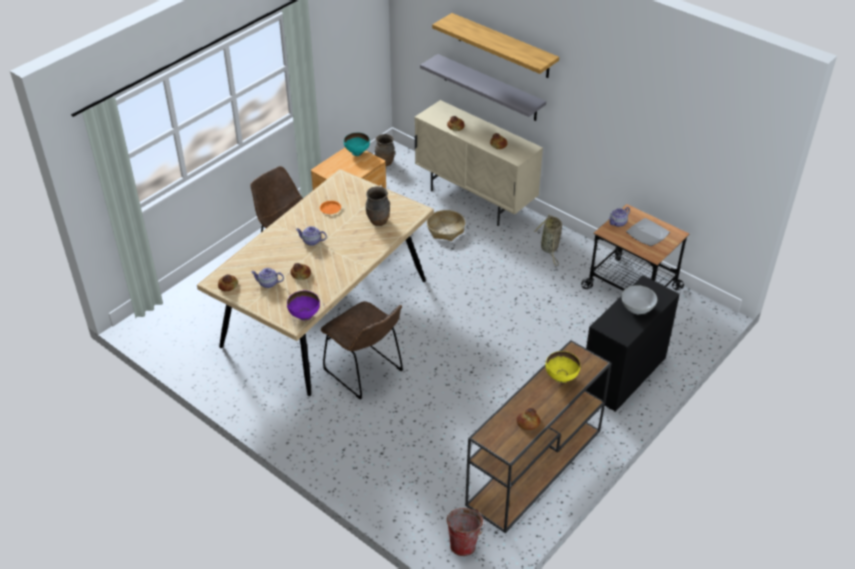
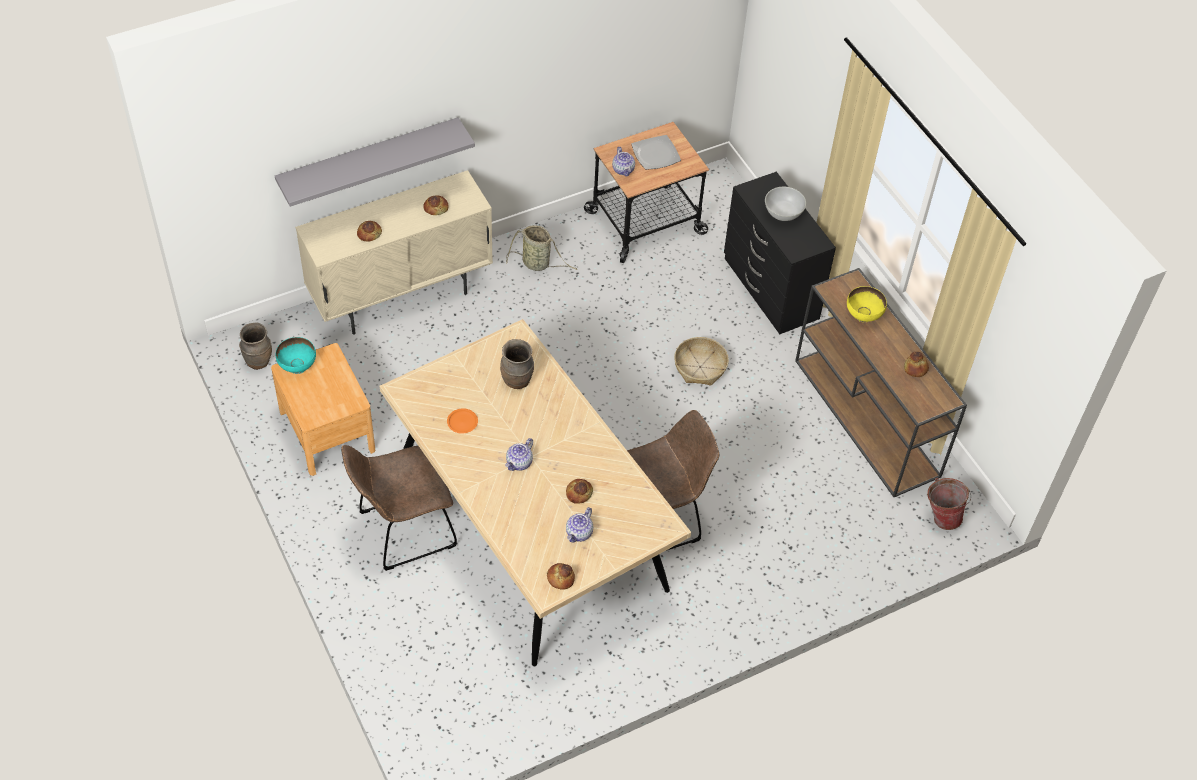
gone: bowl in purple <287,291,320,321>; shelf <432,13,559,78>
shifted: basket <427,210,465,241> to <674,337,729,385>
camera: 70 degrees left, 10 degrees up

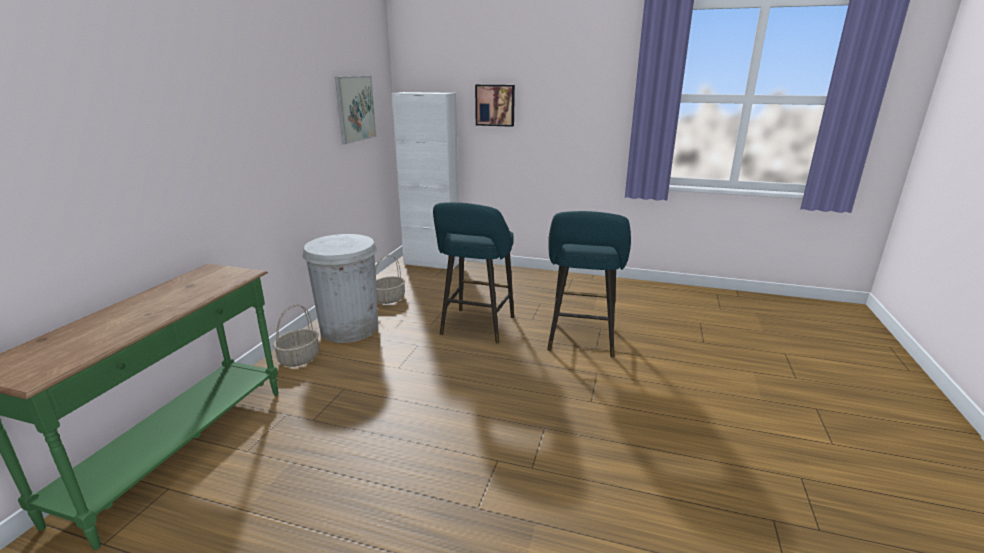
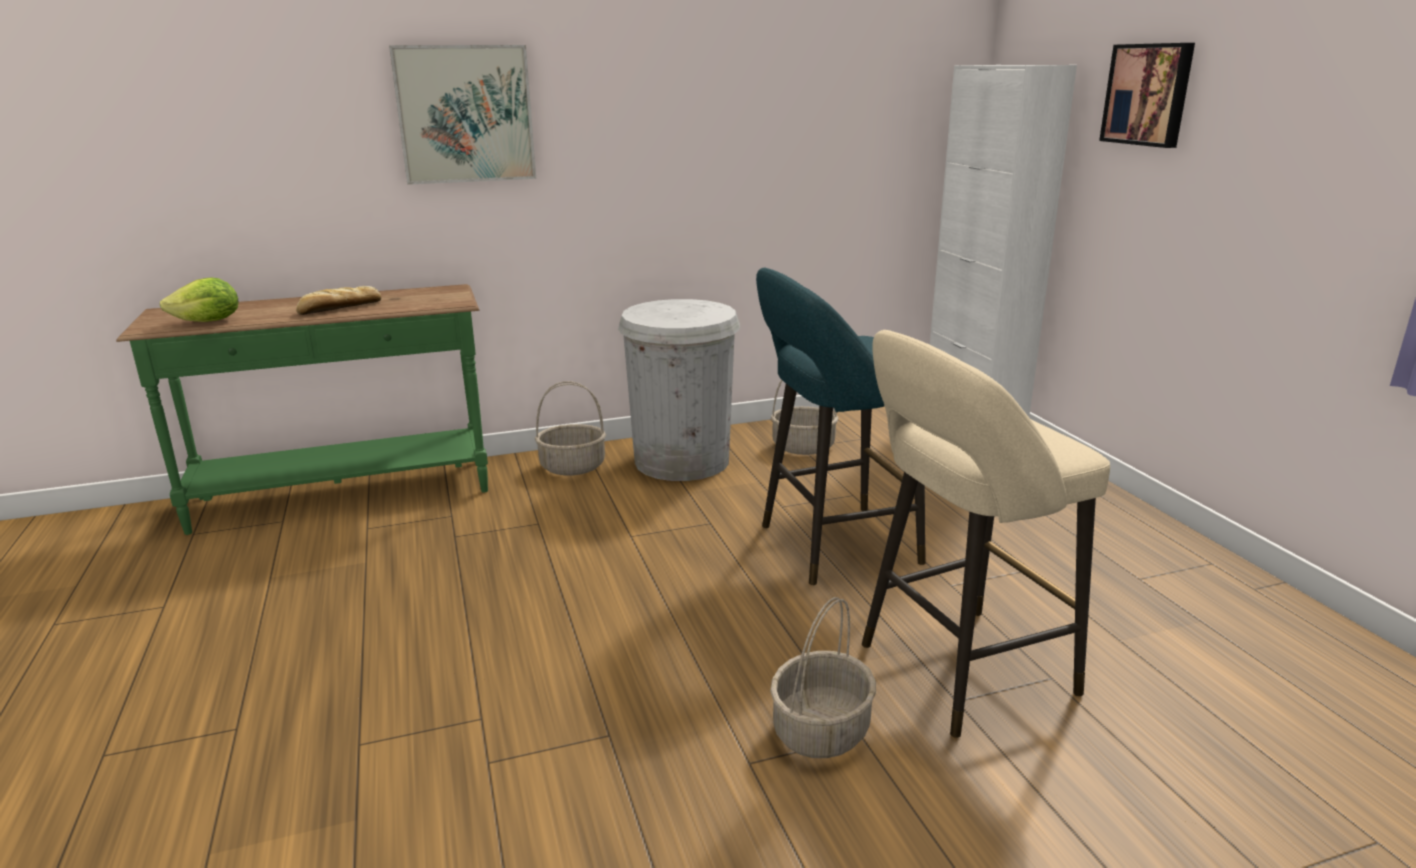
new: lettuce <160,277,238,322>; bread <296,286,381,315>; basket <770,597,876,758>
shifted: picture <335,76,377,144> to <389,45,536,185>
repainted: stool in turquoise <547,211,631,358> to stool in beige <862,330,1110,738>
camera: 55 degrees right, 0 degrees up

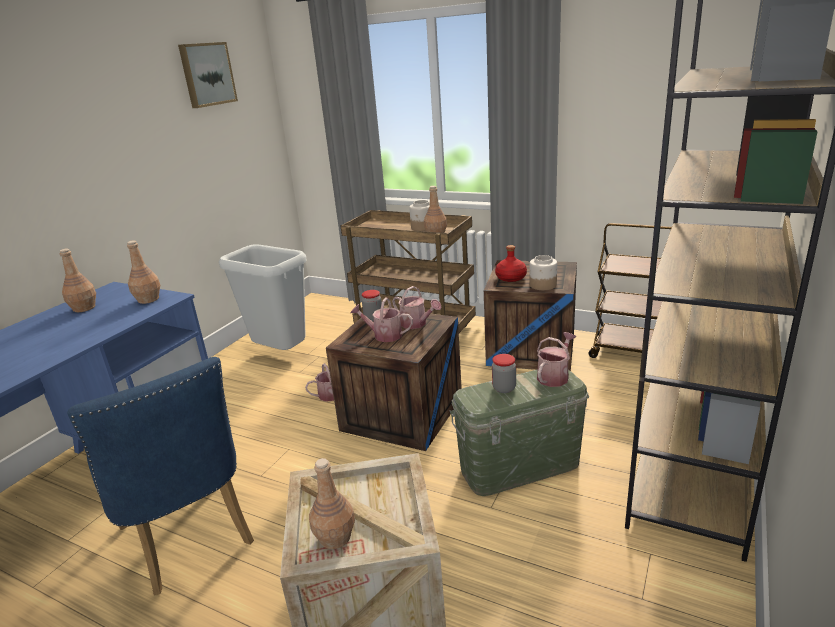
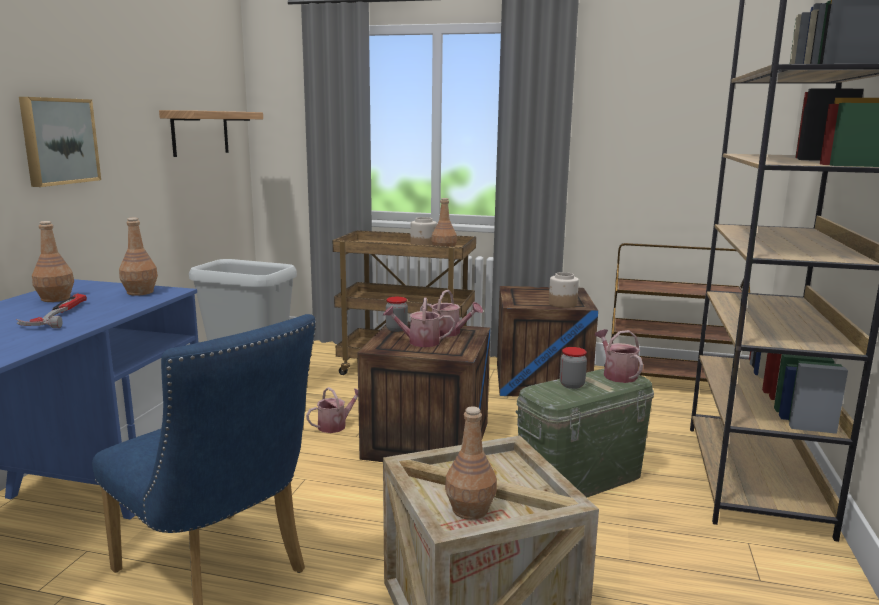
gone: bottle in red <495,245,527,282>
new: hammer <16,293,87,328>; shelf <159,110,263,157>
shifted: picture <178,42,238,108> to <19,97,101,187>
rotated: watering can <537,332,576,387> = <595,329,643,383> 45 degrees counterclockwise
camera: 15 degrees left, 10 degrees down

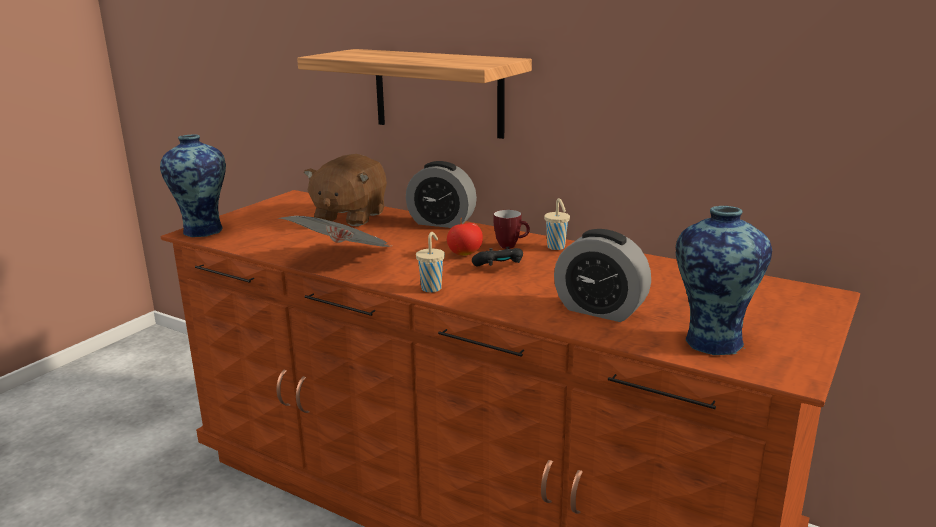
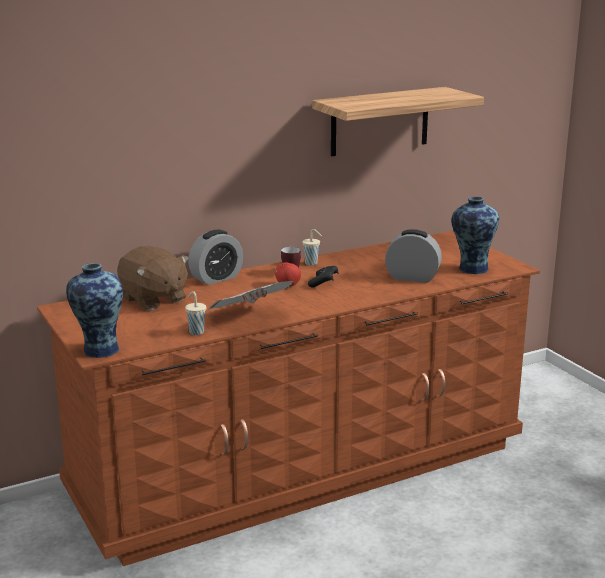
shifted: shelf <297,49,532,139> to <312,87,484,156>; cup in beige <416,232,445,292> to <185,291,206,335>
rotated: alarm clock <554,229,651,322> = <385,229,442,283> 135 degrees counterclockwise
camera: 60 degrees left, 0 degrees up

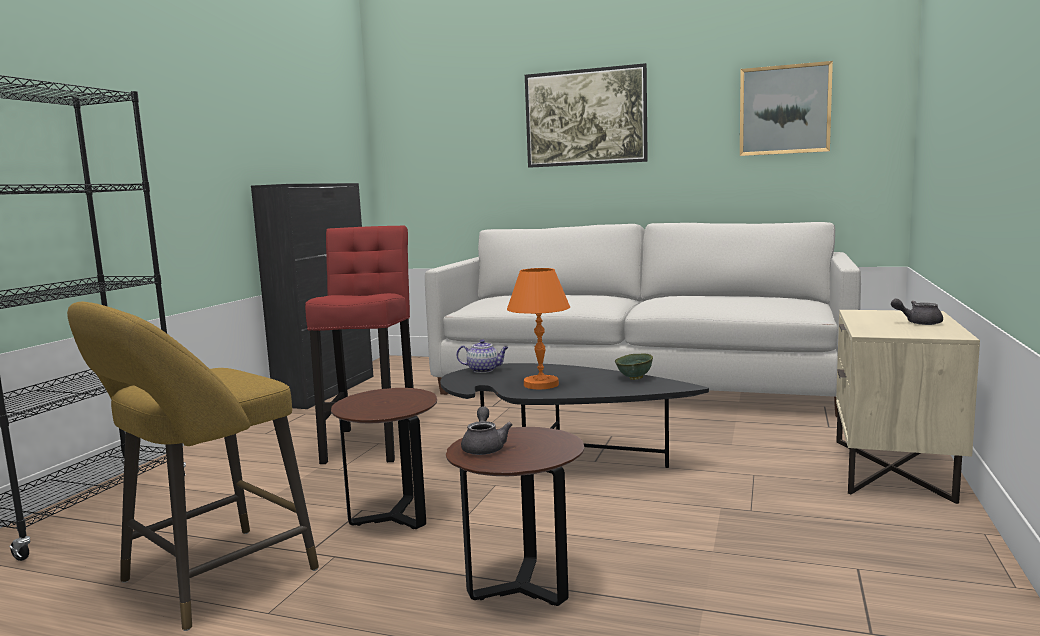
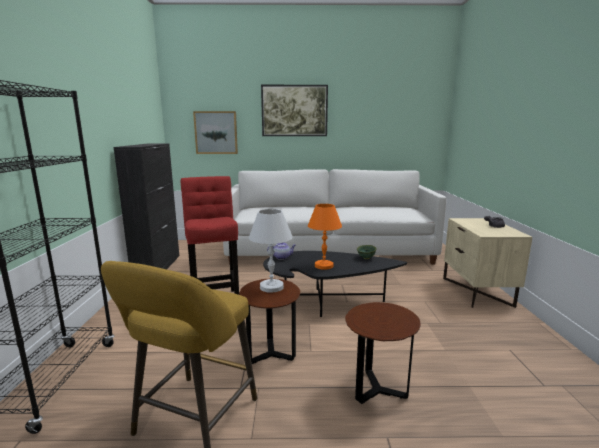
gone: teapot in grey <461,406,513,455>
new: table lamp in white <249,209,293,293>
shifted: picture <740,61,833,156> to <193,111,238,154>
camera: 20 degrees left, 5 degrees up

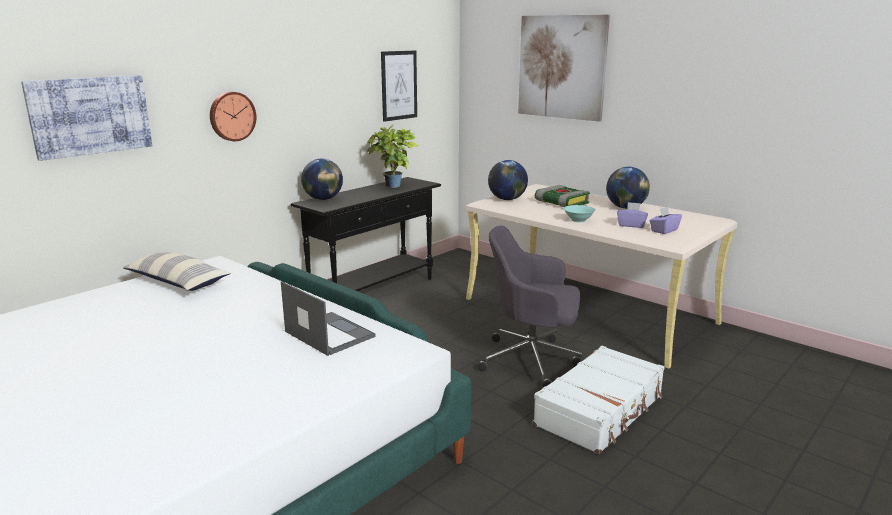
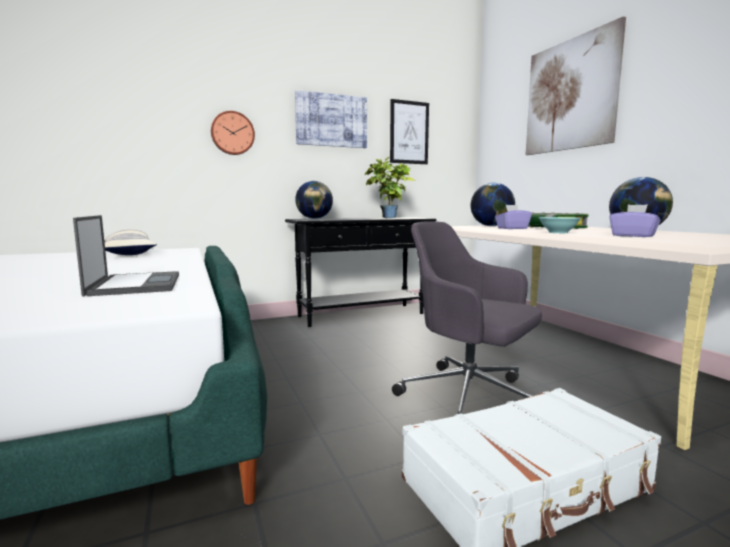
shifted: picture <21,75,152,161> to <295,90,367,148>; tissue box in purple <650,207,682,234> to <495,205,532,229>
camera: 25 degrees right, 10 degrees down

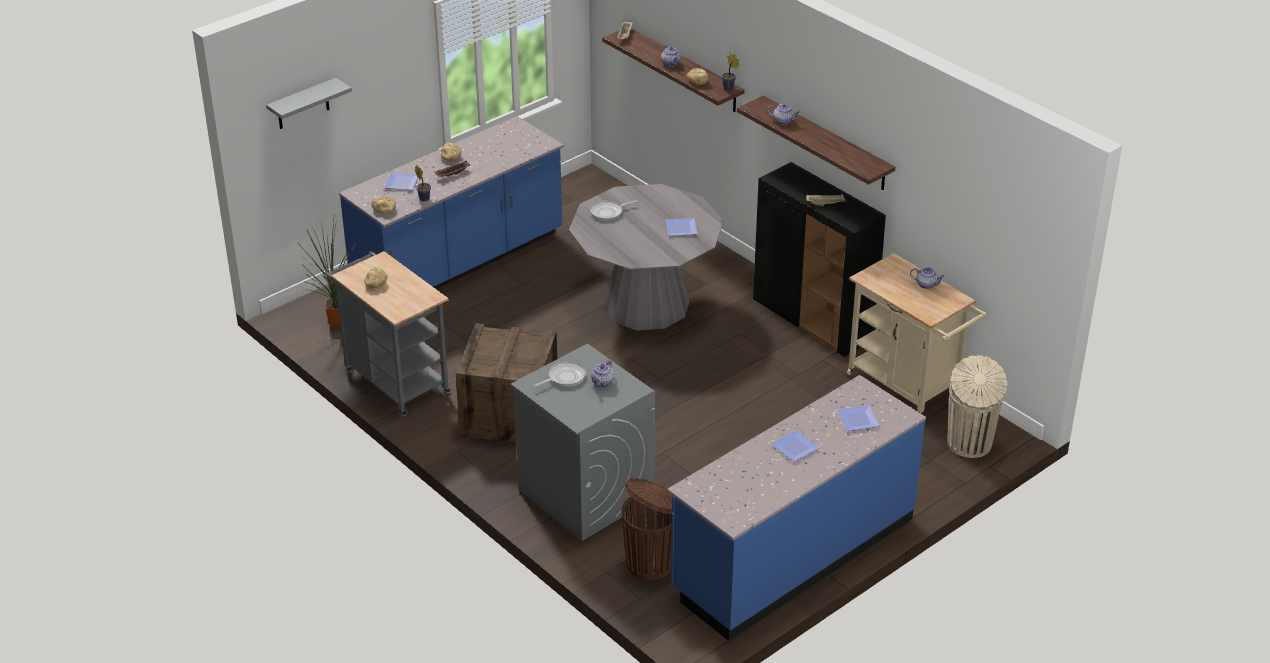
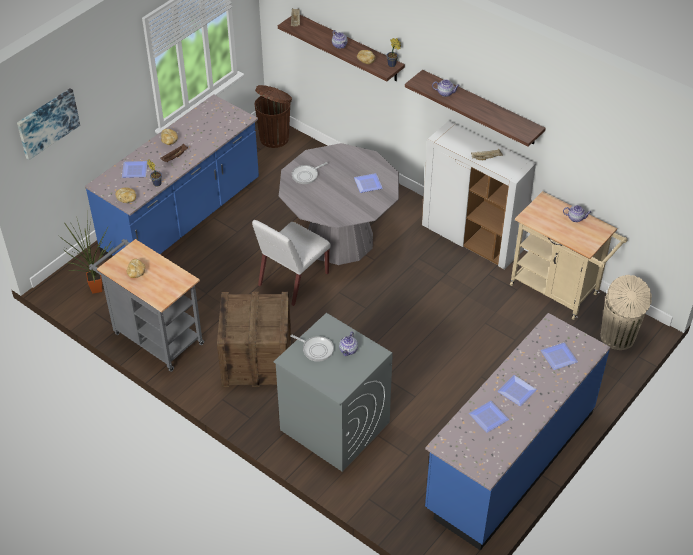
new: chair in white <252,220,331,306>; plate <469,401,509,433>
shifted: trash can in brown <621,478,673,580> to <254,85,292,148>
swapped: shelf in grey <266,78,352,129> to picture <17,88,80,160>
repainted: cabinet in black <753,162,886,357> to cabinet in white <422,121,536,270>
rotated: frying pan <534,361,586,387> = <290,335,334,362> 75 degrees clockwise
camera: 10 degrees left, 10 degrees up

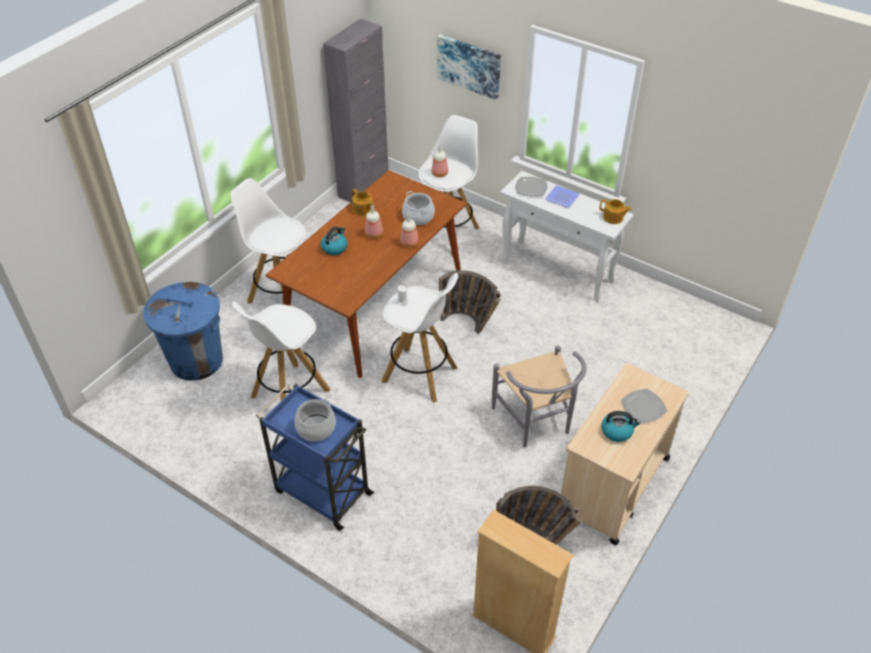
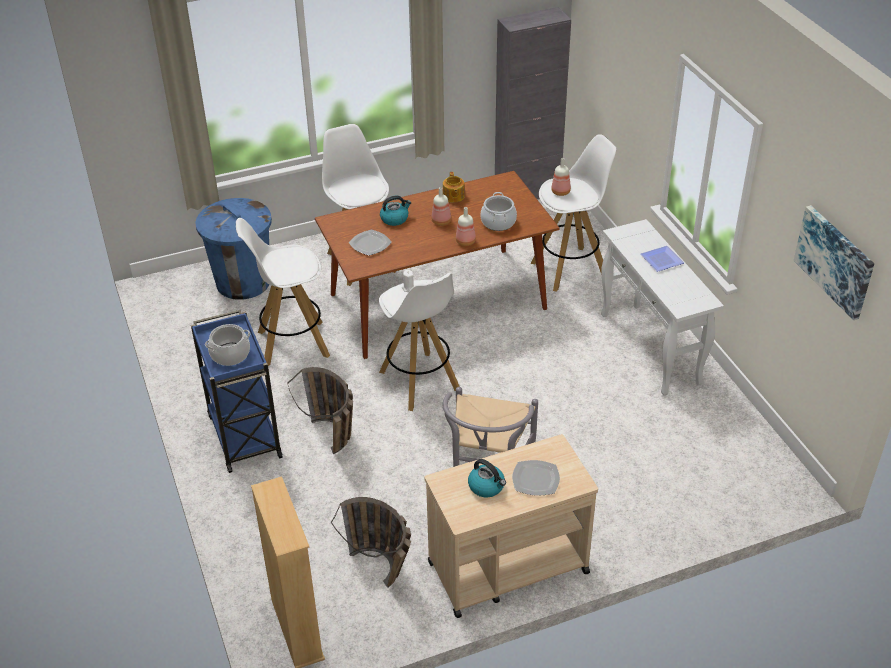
gone: teapot <600,199,632,224>
shifted: picture <437,35,501,100> to <794,205,874,320>; basket <439,270,501,334> to <287,367,353,454>; plate <515,177,547,197> to <349,229,392,256>
camera: 35 degrees right, 5 degrees down

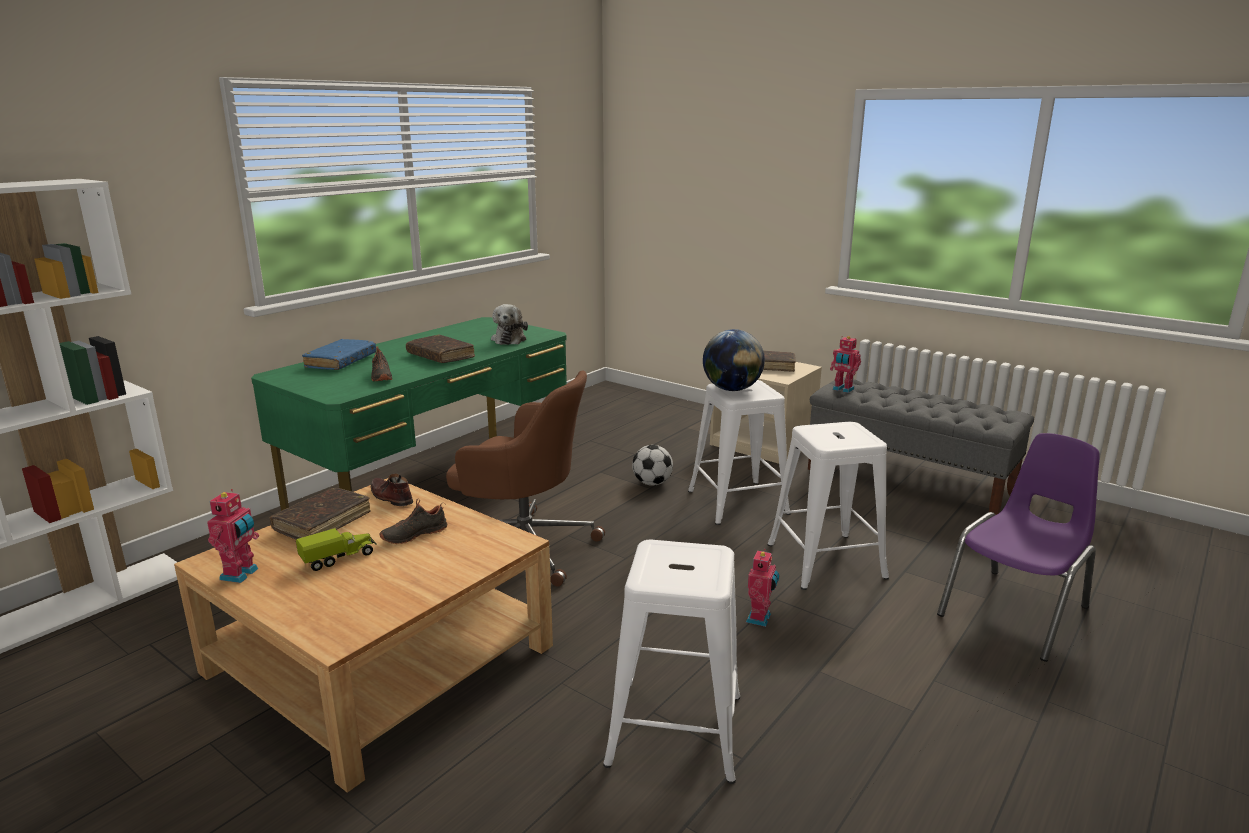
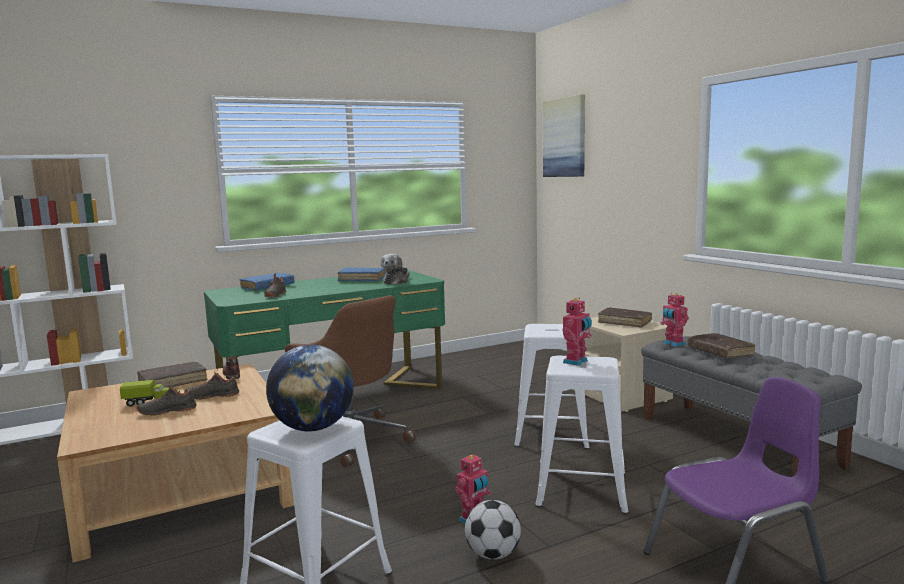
new: shoe in black <136,383,197,416>; book in blue <337,267,386,281>; picture <543,95,585,177>
shifted: toy robot <207,489,259,583> to <562,298,592,366>; book in brown <406,335,475,363> to <688,333,756,359>; football <632,445,673,486> to <465,500,521,559>; globe <703,329,765,391> to <266,345,354,431>
camera: 25 degrees right, 10 degrees down

